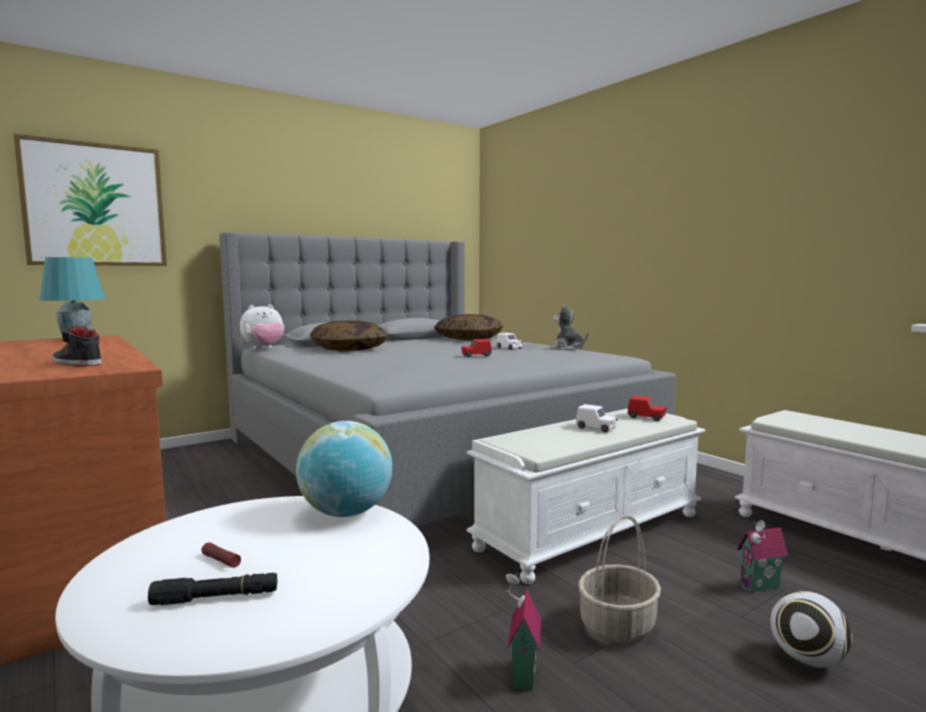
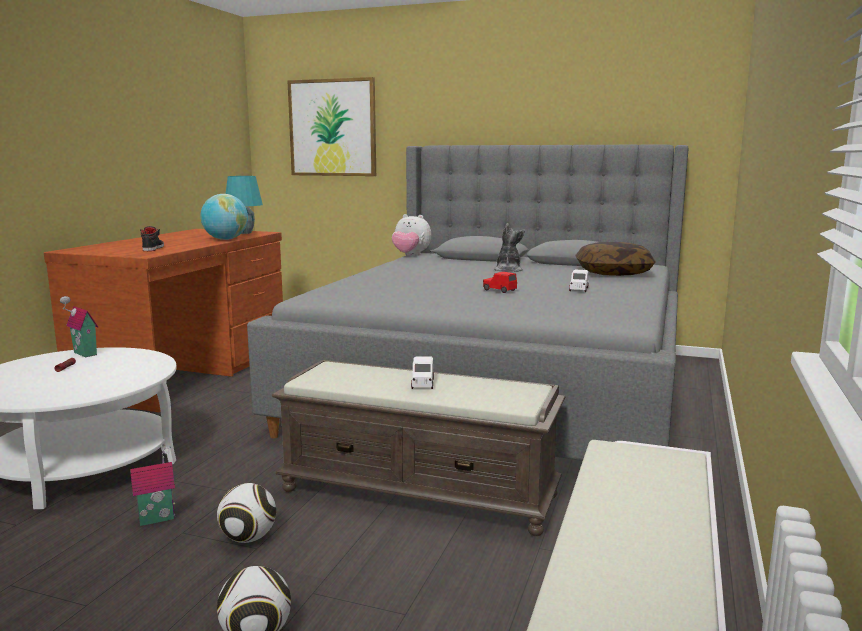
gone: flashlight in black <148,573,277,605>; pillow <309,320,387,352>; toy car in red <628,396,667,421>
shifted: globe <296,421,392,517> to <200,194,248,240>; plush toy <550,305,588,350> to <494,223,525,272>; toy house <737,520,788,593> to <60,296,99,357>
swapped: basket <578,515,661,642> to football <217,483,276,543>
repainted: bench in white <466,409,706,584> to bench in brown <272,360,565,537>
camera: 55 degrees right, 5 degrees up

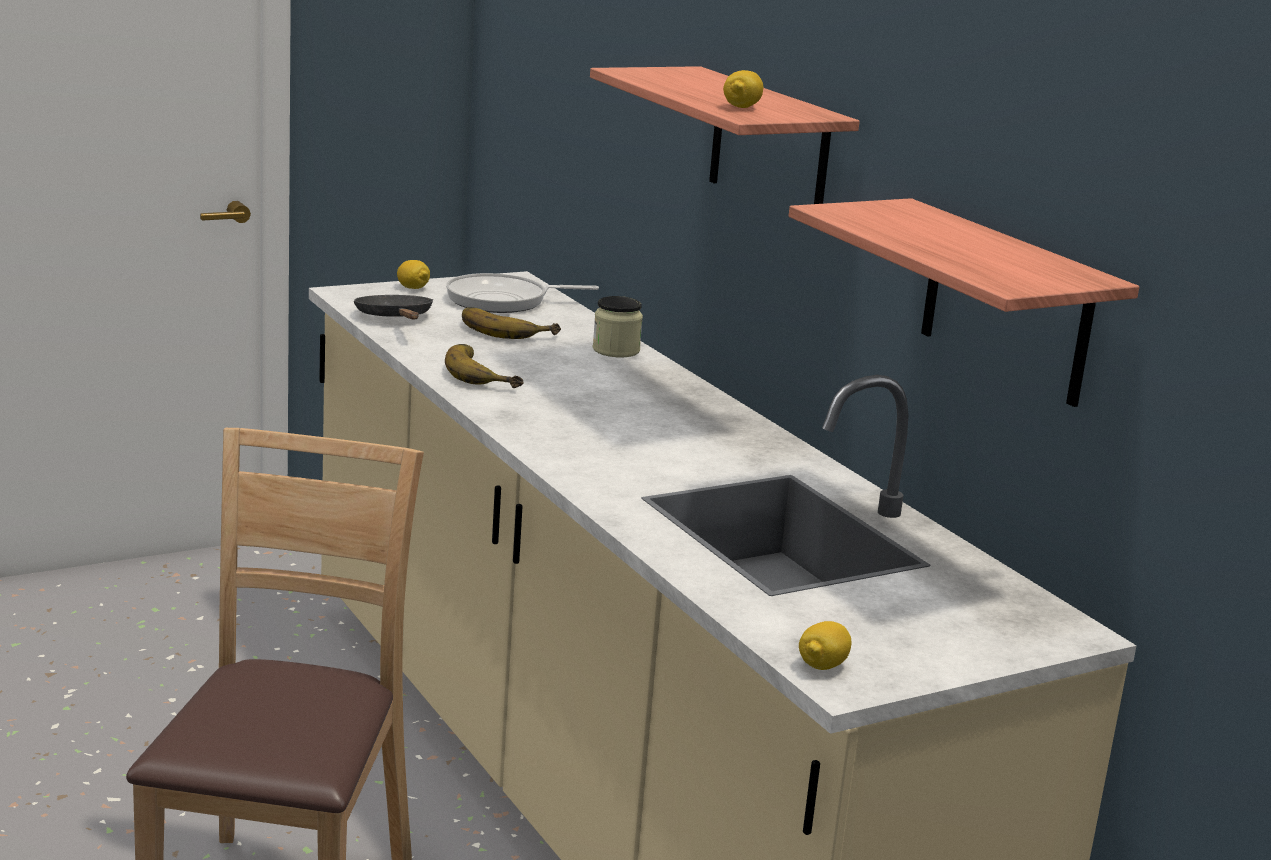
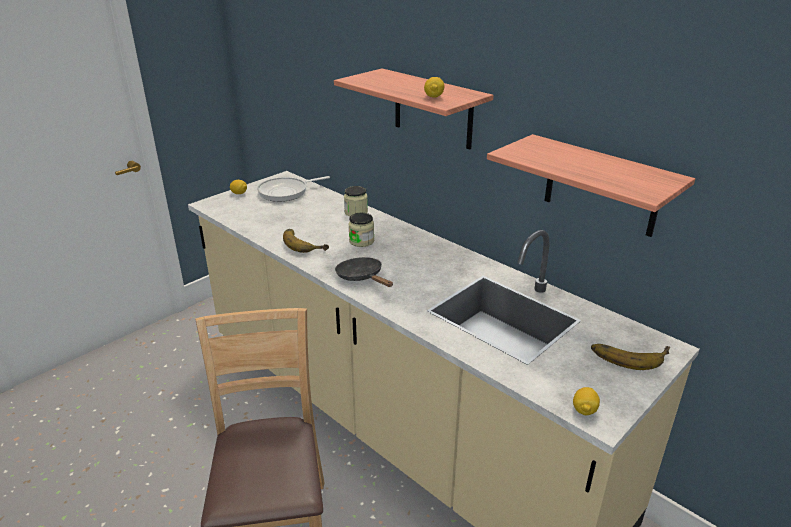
new: jar <348,213,374,247>
shifted: frying pan in black <354,295,434,320> to <335,257,393,287>; banana <462,307,561,339> to <591,344,670,370>
camera: 15 degrees left, 10 degrees up

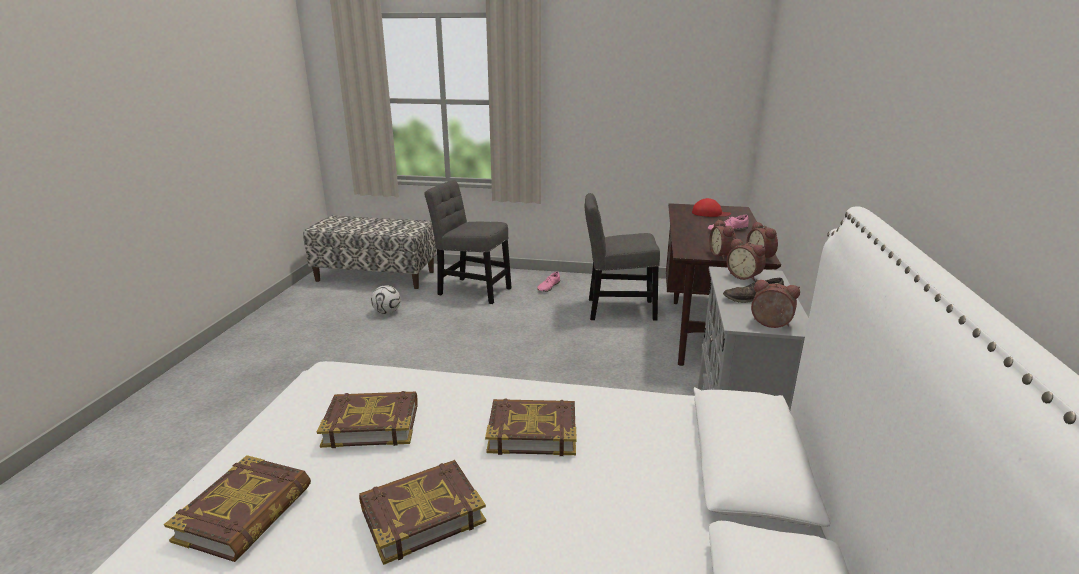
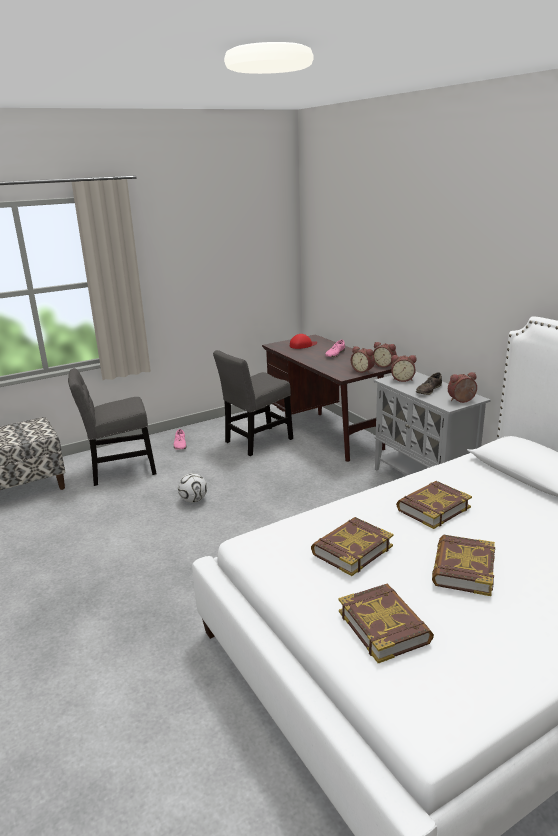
shifted: football <371,285,401,314> to <178,473,207,503>
camera: 40 degrees left, 0 degrees up

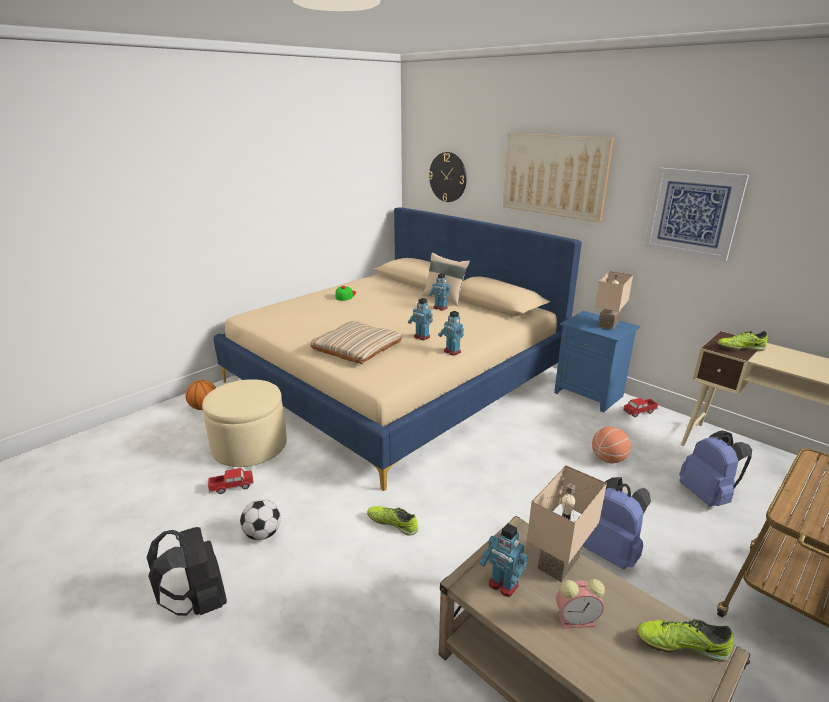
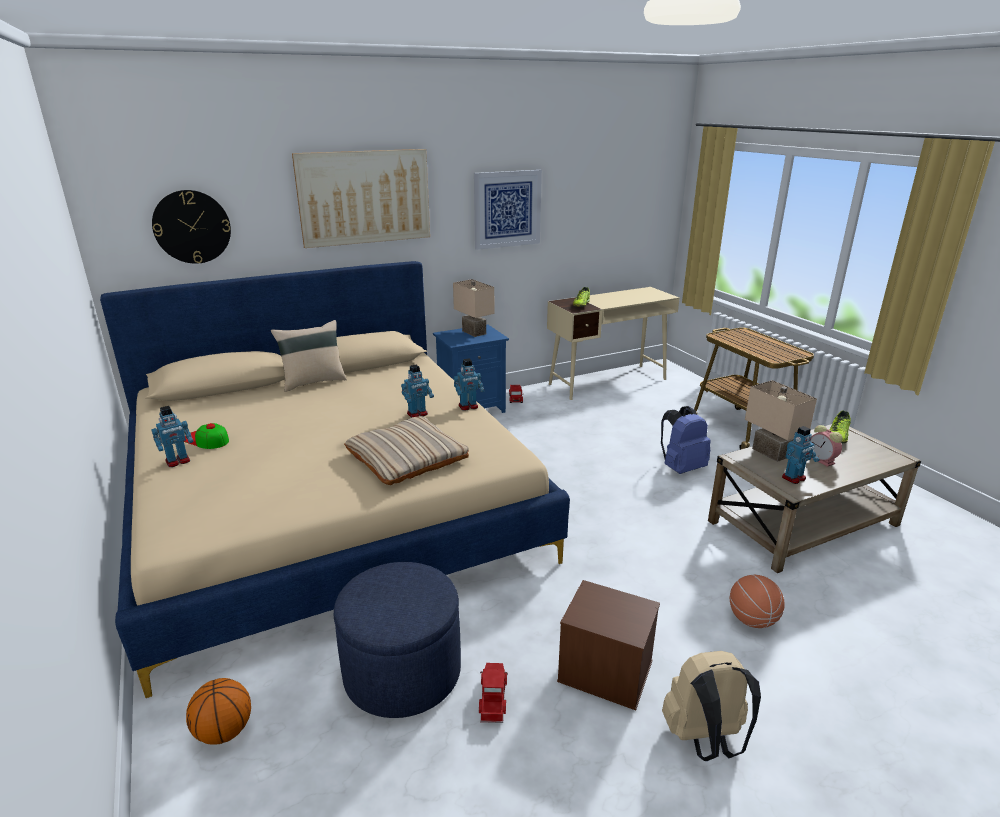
gone: shoe <367,506,418,536>; backpack in blue <679,430,752,506>
shifted: toy robot <428,273,450,311> to <151,406,193,467>; basketball <592,426,631,463> to <730,575,785,628>
swapped: football <240,499,281,540> to storage box in brown <557,580,660,710>
repainted: backpack in black <147,527,227,616> to backpack in beige <662,651,761,761>; ottoman in beige <202,379,287,467> to ottoman in blue <334,562,461,718>
rotated: alarm clock <556,579,605,628> = <811,425,842,467> 135 degrees clockwise
camera: 70 degrees left, 0 degrees up

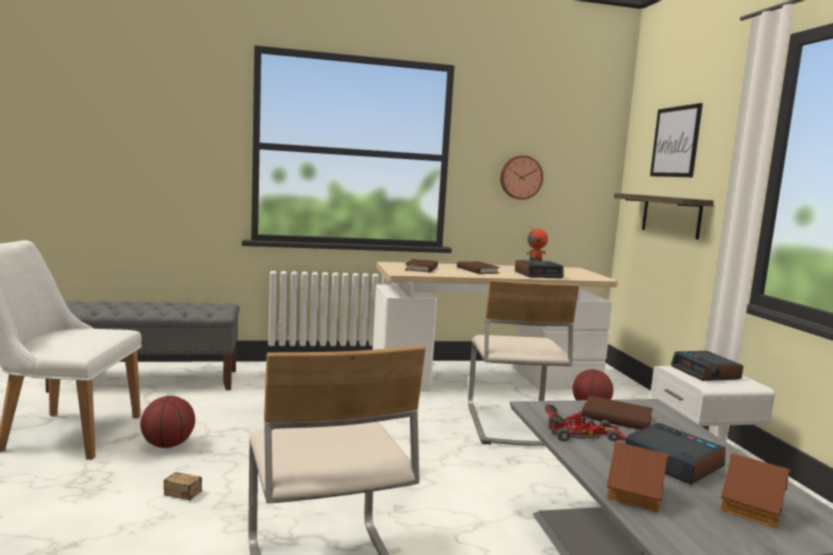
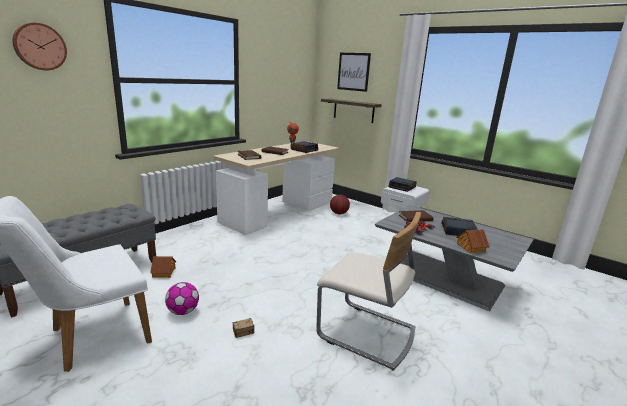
gone: chair in beige <468,280,579,446>
shifted: wall clock <500,155,543,200> to <12,22,67,70>; toy house <721,453,790,529> to <150,256,176,278>
swapped: basketball <140,396,195,448> to football <165,282,199,315>
camera: 40 degrees left, 10 degrees up

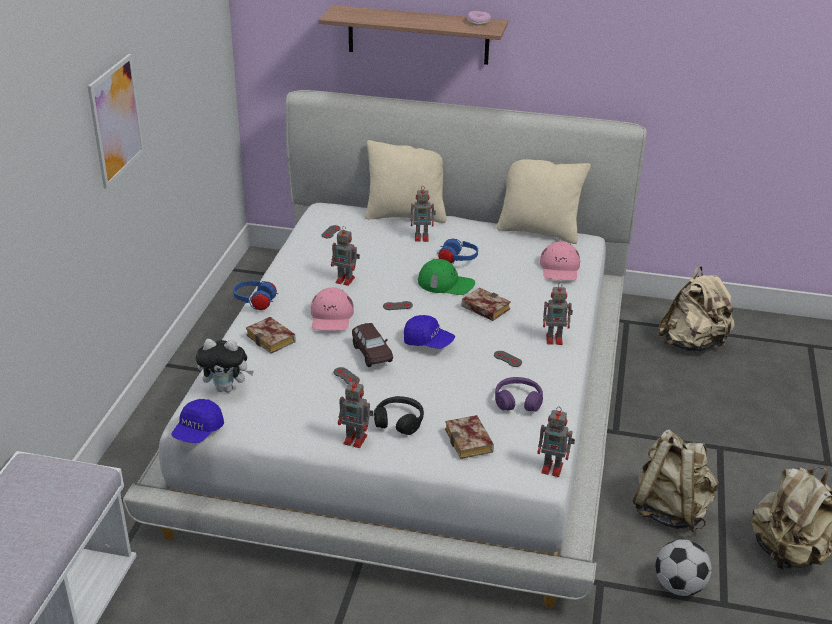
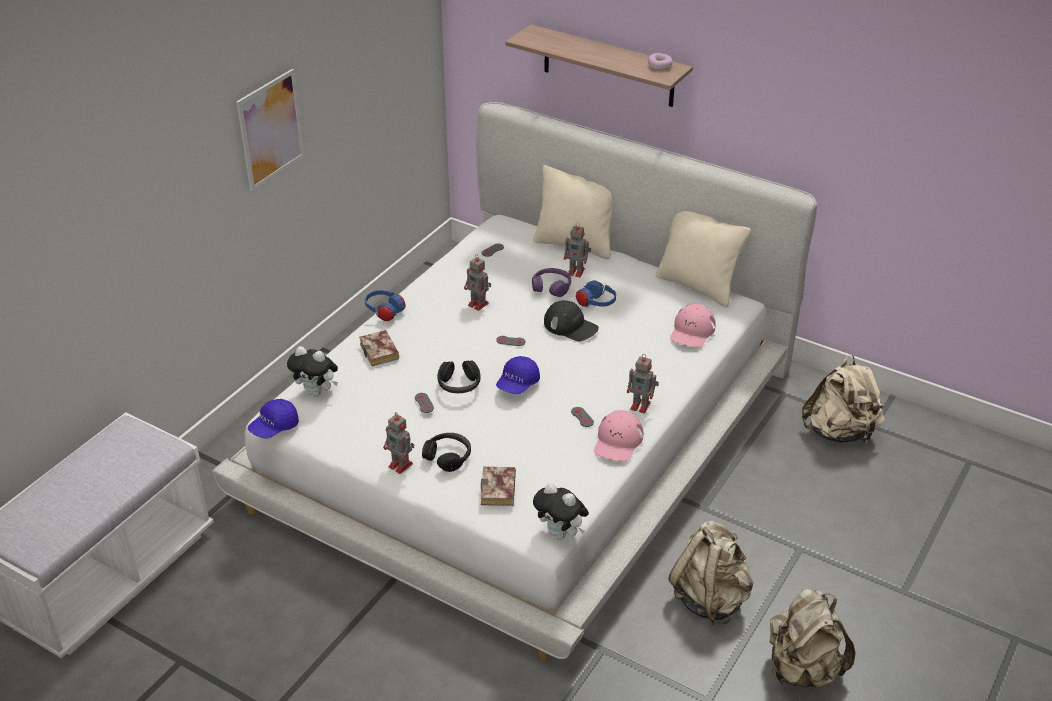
gone: book <462,287,511,321>; football <655,539,712,596>
shifted: cap in pink <310,287,354,331> to <594,410,643,461>; headphones in purple <495,377,543,412> to <532,268,571,297>
swapped: toy car in brown <352,323,393,367> to headphones in black <437,360,481,393>; toy robot <537,407,575,477> to plush toy <533,483,589,539>
repainted: cap in green <418,259,475,295> to cap in black <544,300,599,341>
rotated: cap in blue <404,315,455,349> = <496,356,540,394> 75 degrees clockwise
camera: 20 degrees right, 5 degrees up

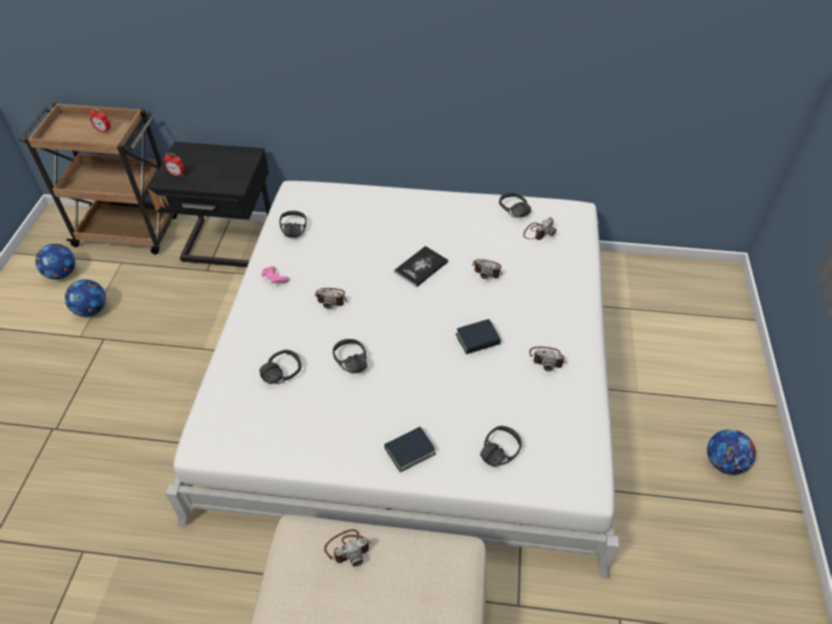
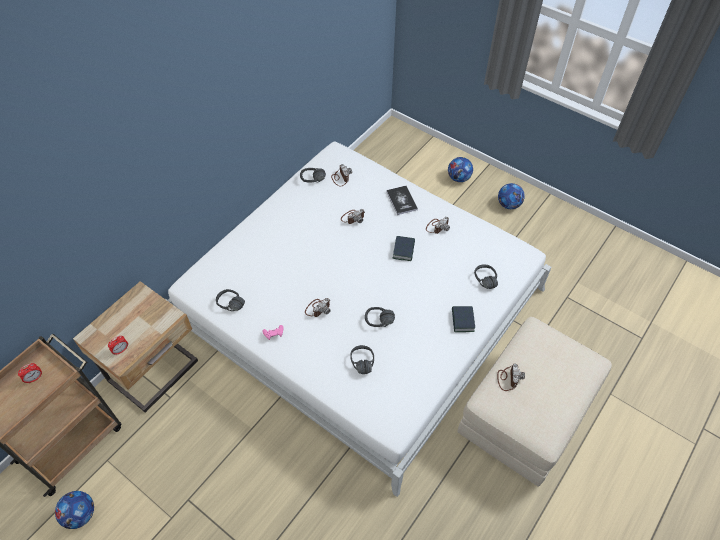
shifted: football <65,279,106,317> to <448,157,473,182>; book <394,246,448,287> to <386,186,418,215>
repainted: nightstand in black <148,142,271,267> to nightstand in beige <73,281,198,413>
camera: 60 degrees left, 5 degrees up

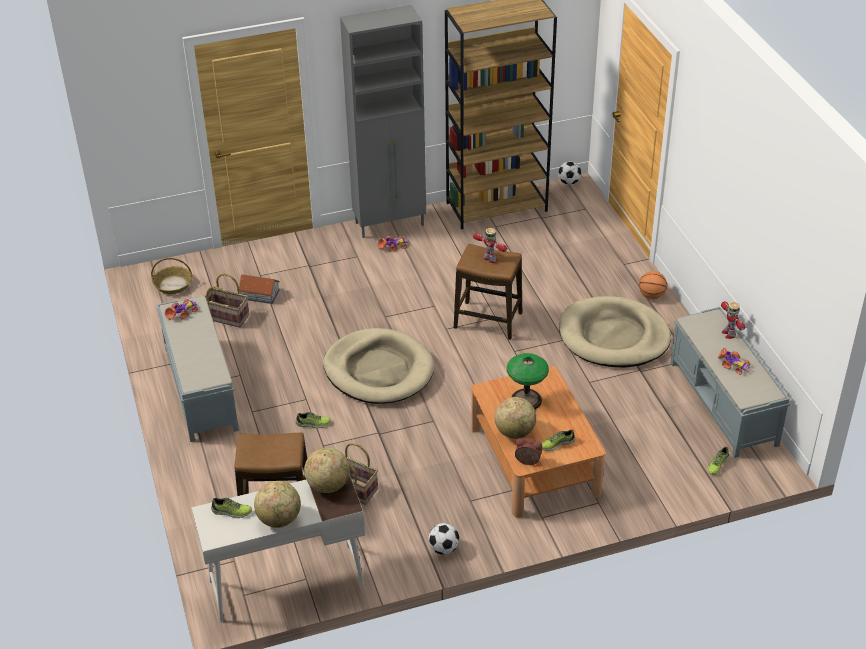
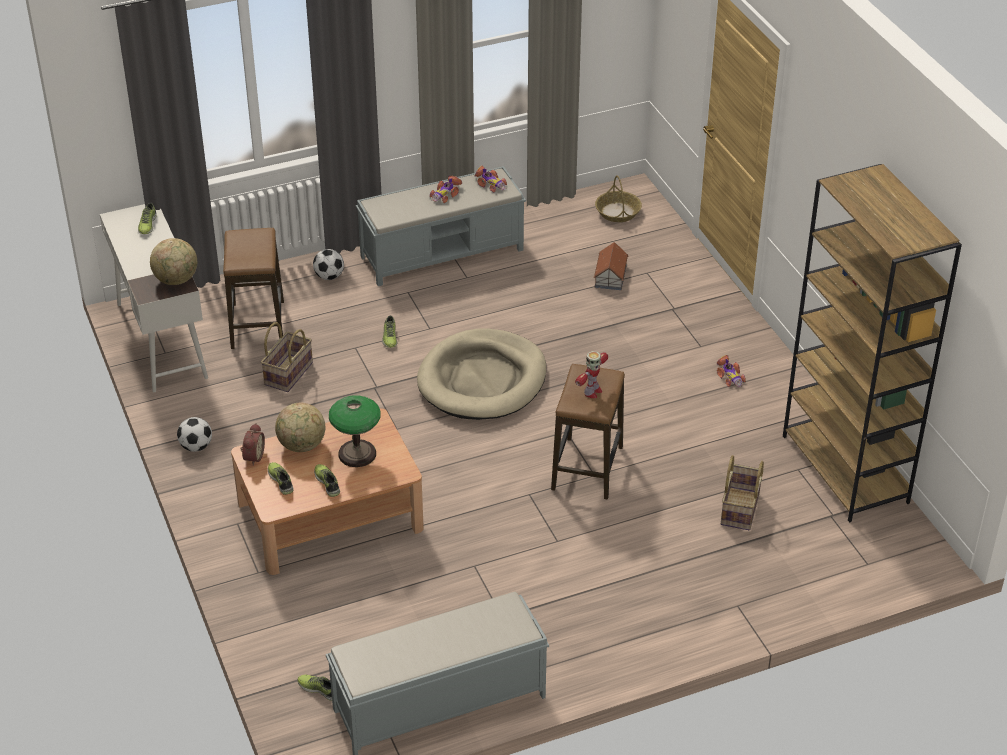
gone: globe <254,481,301,528>; cabinet in grey <340,5,426,238>; dog bed in beige <559,296,671,368>; basketball <639,271,667,299>; toy robot <721,301,745,339>
new: shoe <314,464,340,497>
shifted: basket <205,273,249,327> to <721,455,764,530>; football <558,161,581,185> to <313,249,344,280>; toy car <718,348,751,374> to <430,176,462,203>
camera: 85 degrees right, 0 degrees up

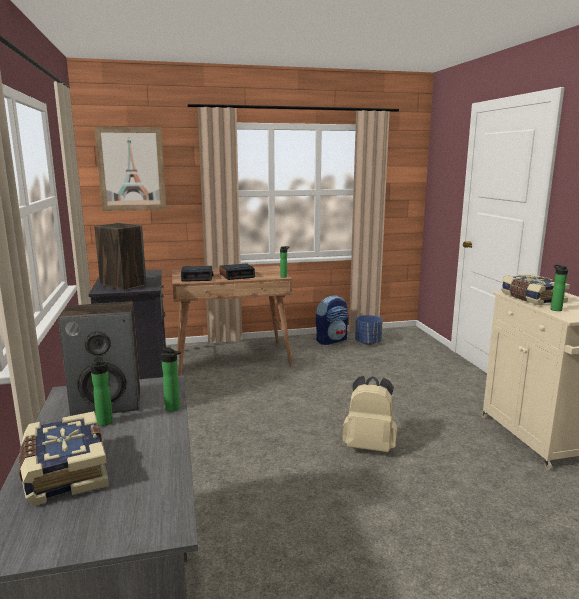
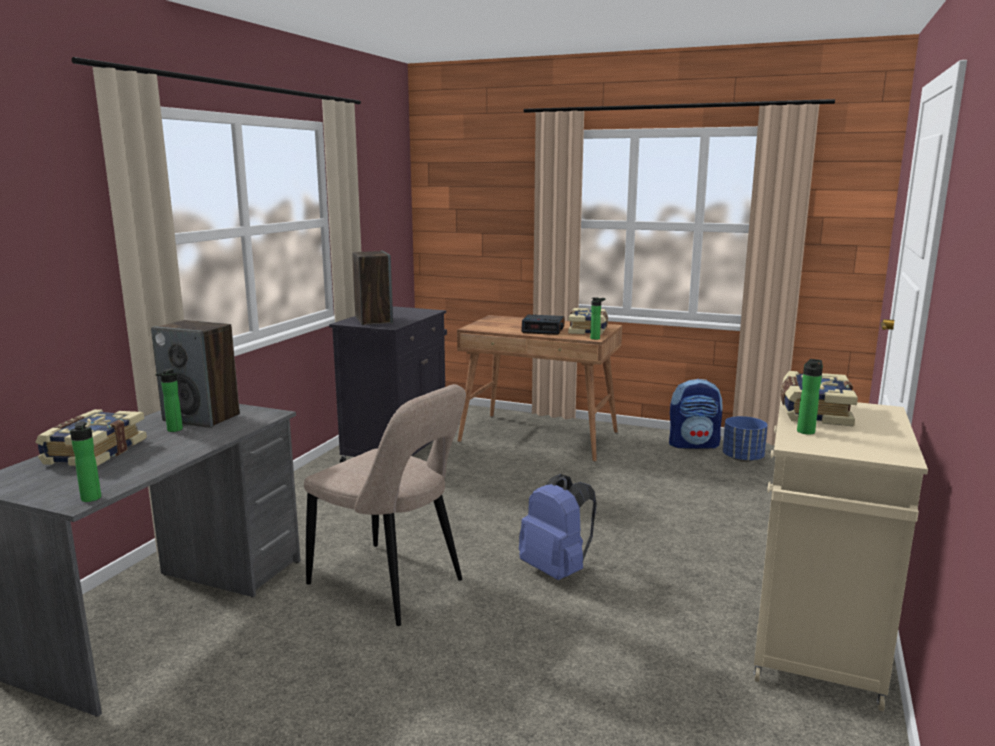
gone: picture <94,127,166,211>; alarm clock <181,266,213,282>
new: chair in beige <304,384,466,626>; book <568,308,608,335>
shifted: bottle <161,347,181,412> to <70,421,101,502>
repainted: backpack in beige <342,376,397,452> to backpack in blue <519,474,597,580>
camera: 35 degrees right, 0 degrees up

